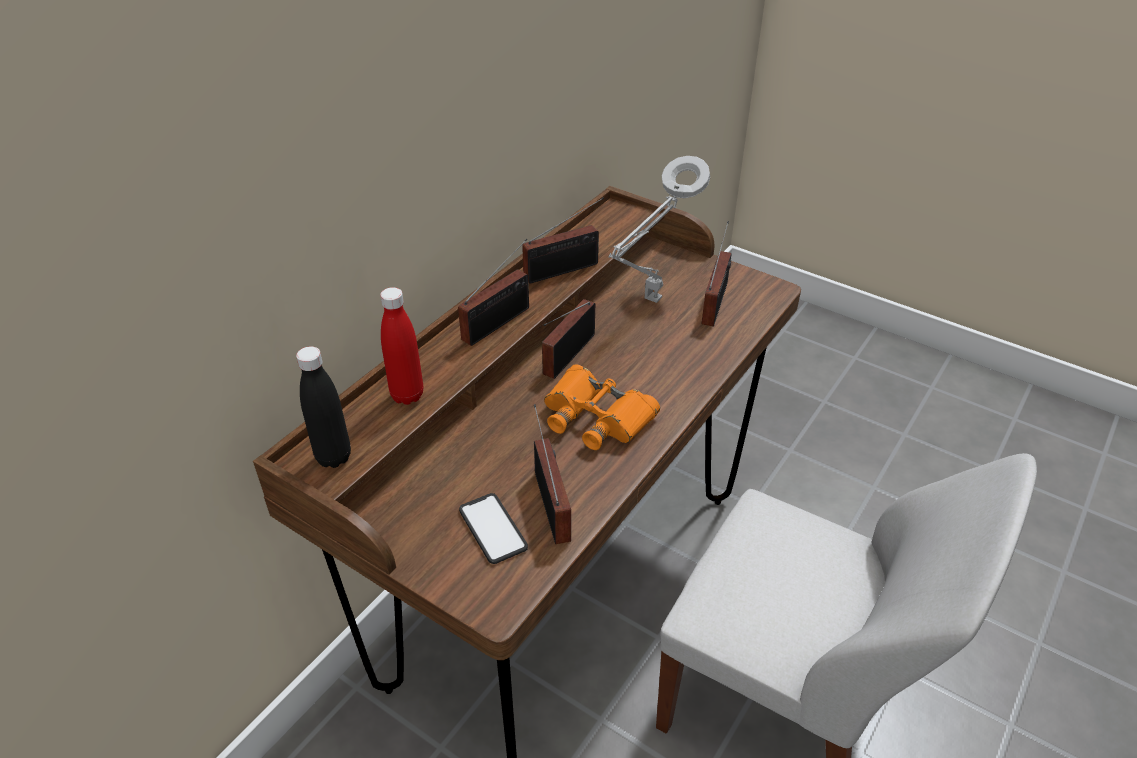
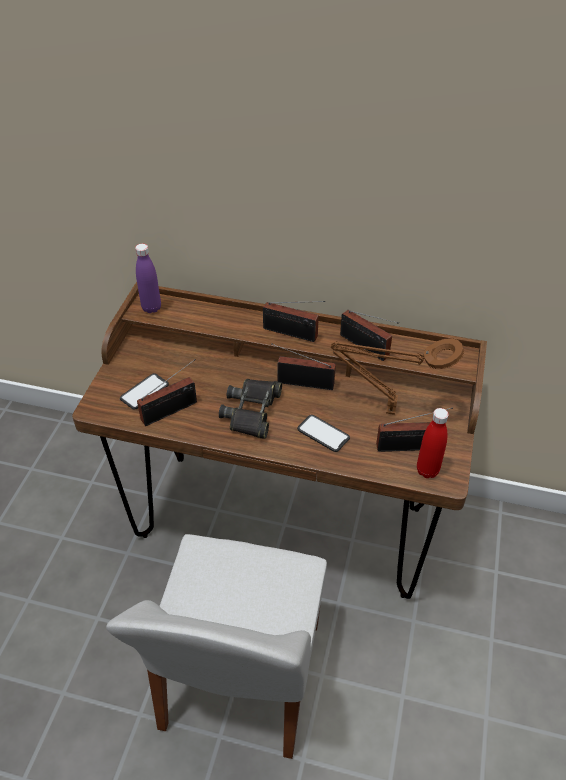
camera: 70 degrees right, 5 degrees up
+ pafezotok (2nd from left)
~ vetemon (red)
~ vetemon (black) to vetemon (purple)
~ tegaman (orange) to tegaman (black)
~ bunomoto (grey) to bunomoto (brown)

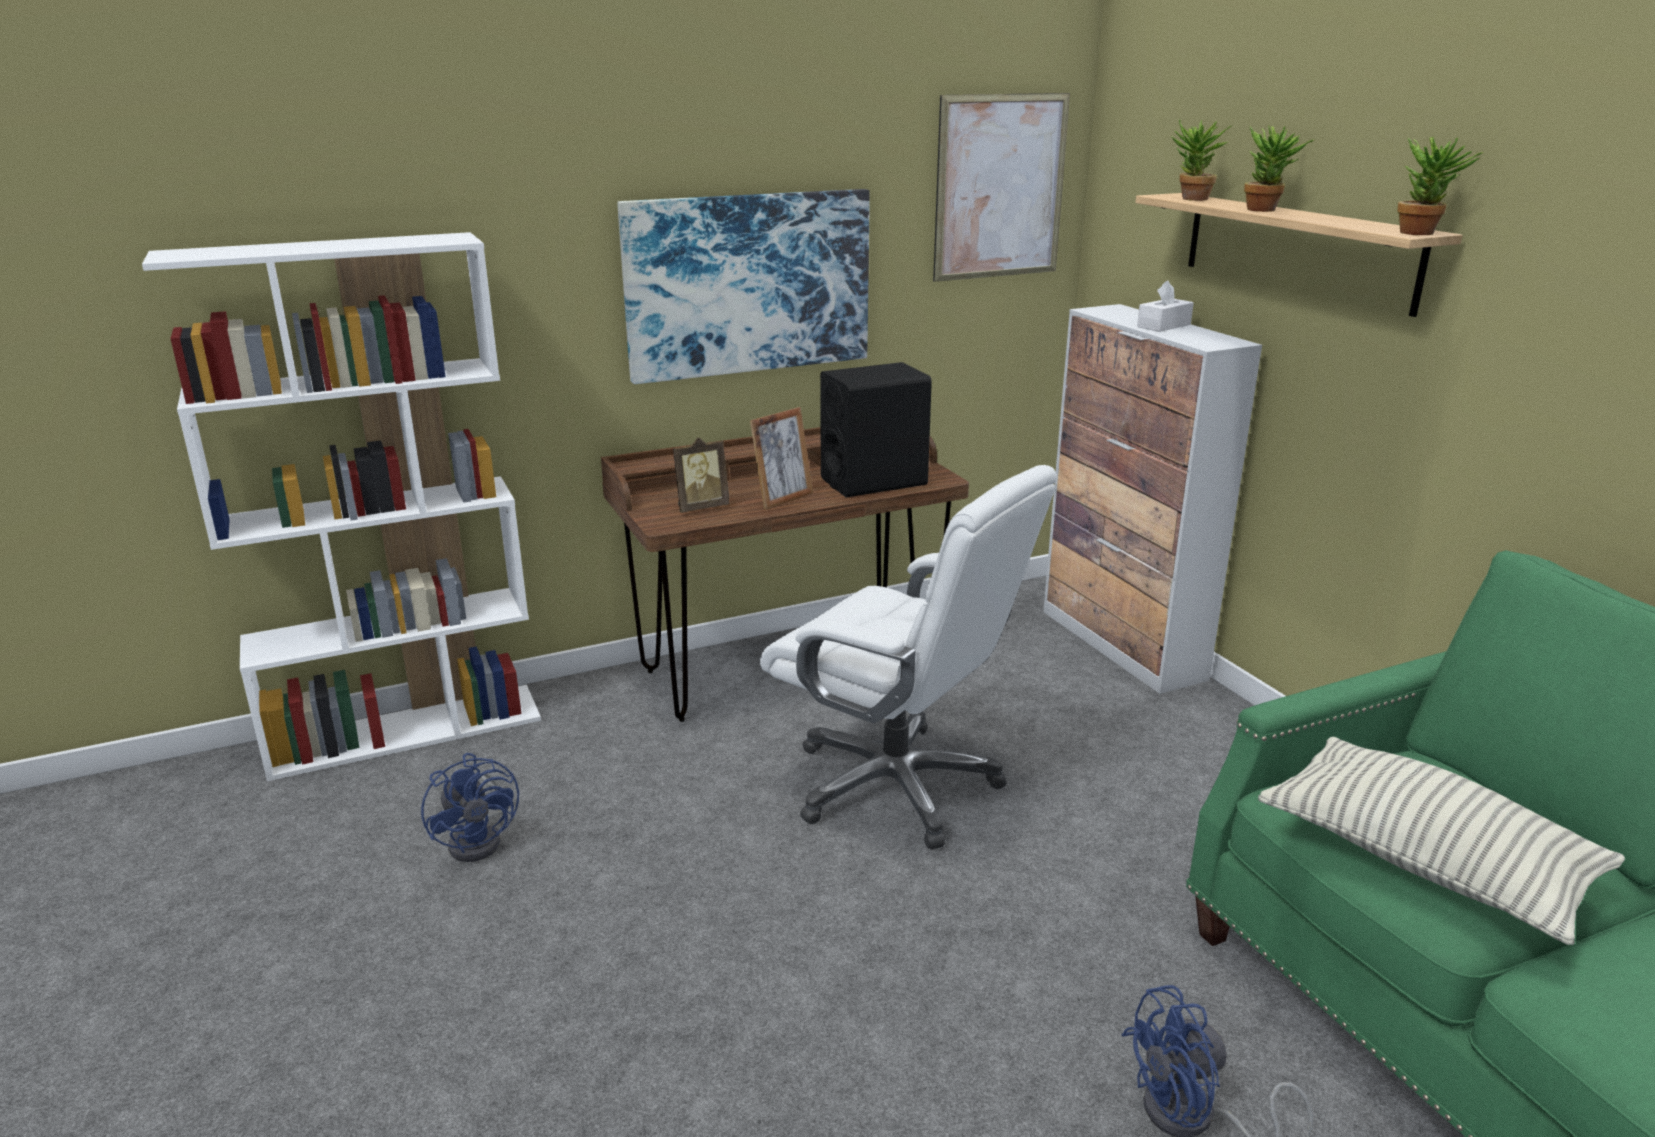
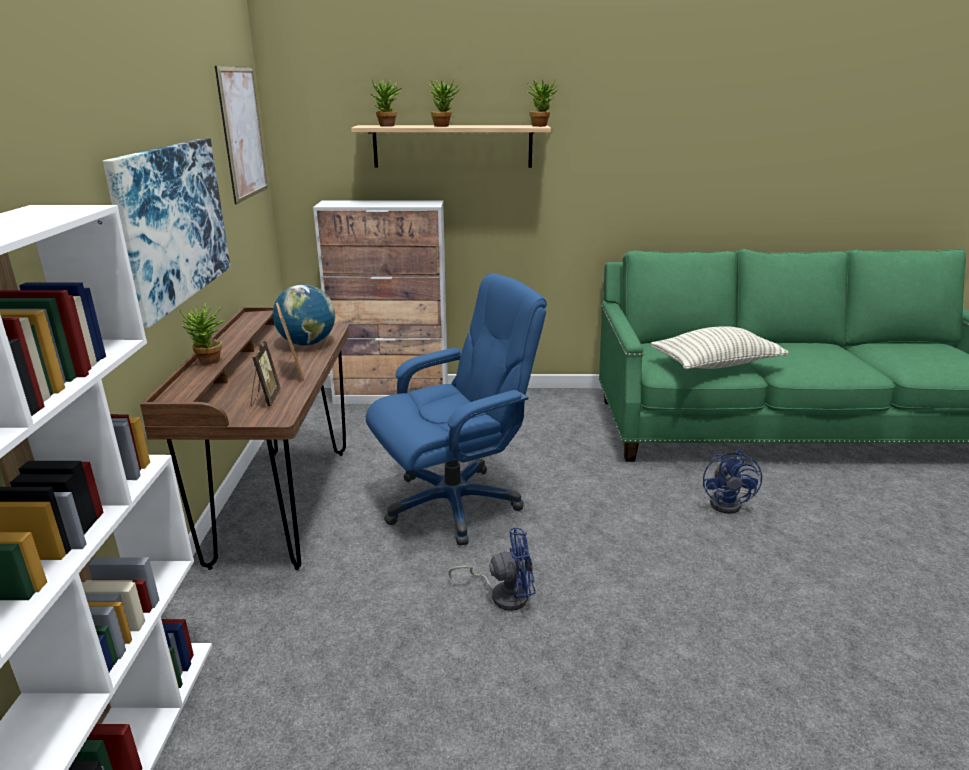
camera: 65 degrees left, 0 degrees up
- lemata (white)
+ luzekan (1st from left)
~ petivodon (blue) (1st from left)
~ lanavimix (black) to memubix
~ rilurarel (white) to rilurarel (blue)

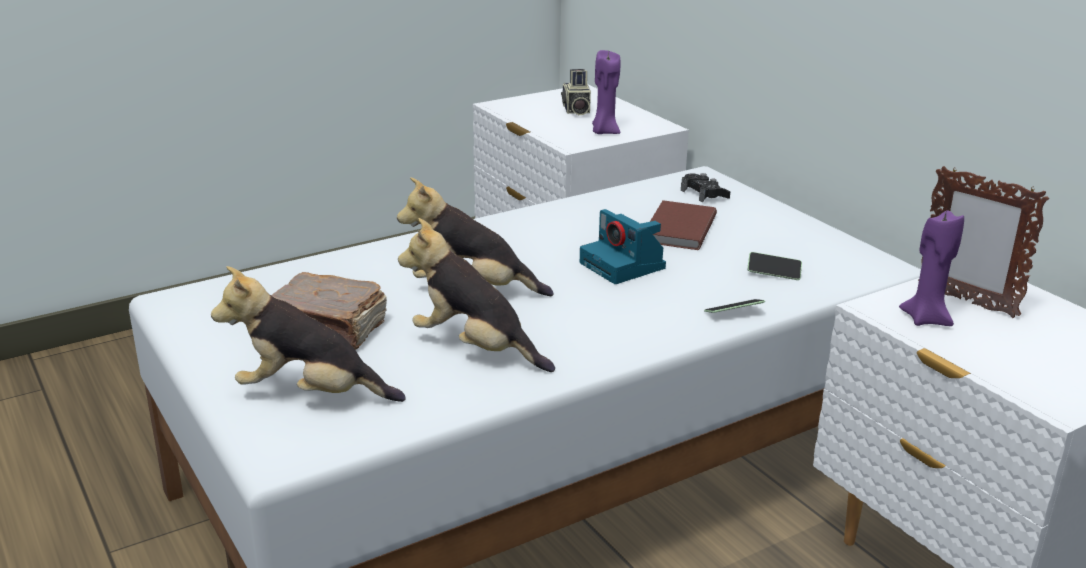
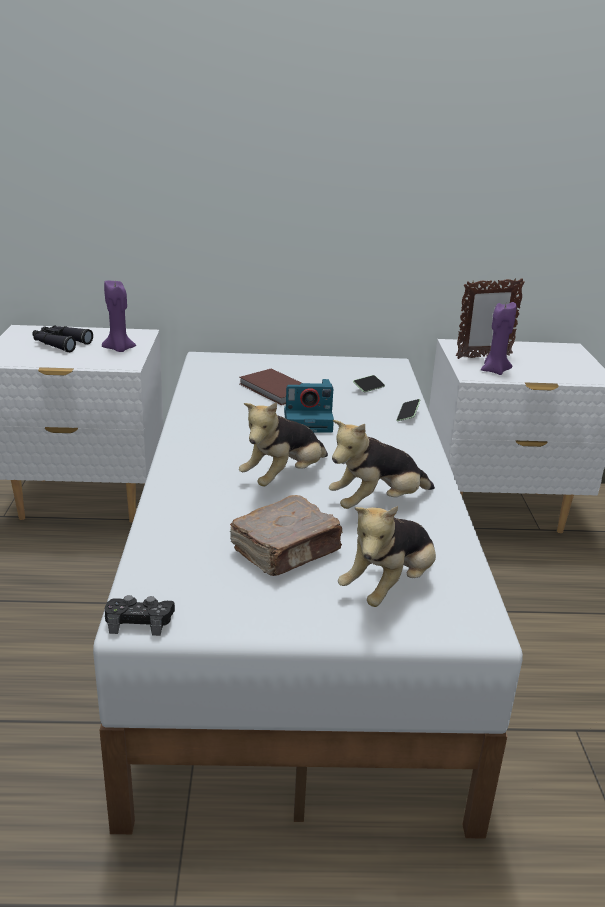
camera: 60 degrees left, 0 degrees up
~ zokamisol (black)
~ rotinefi (1st from left) to tegaman (black)

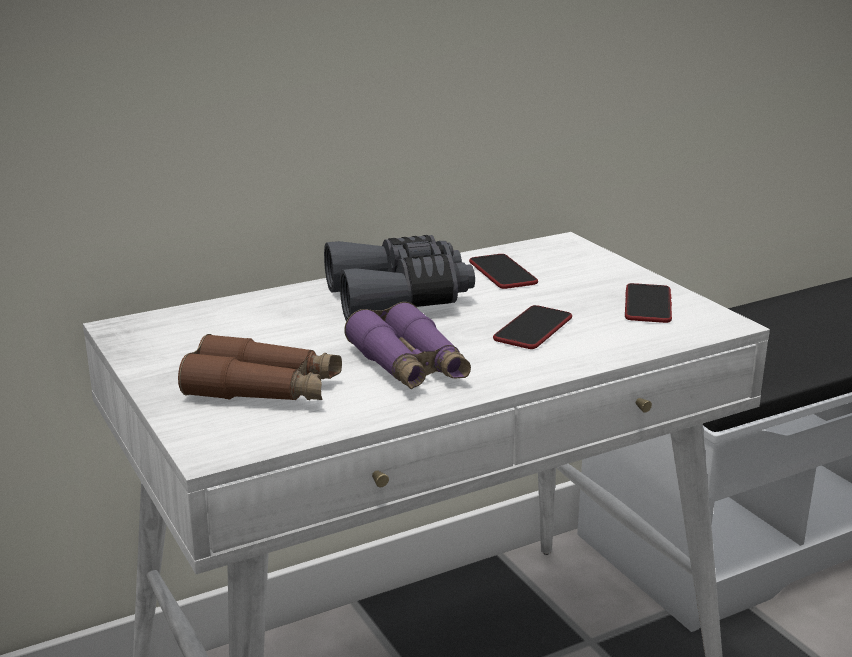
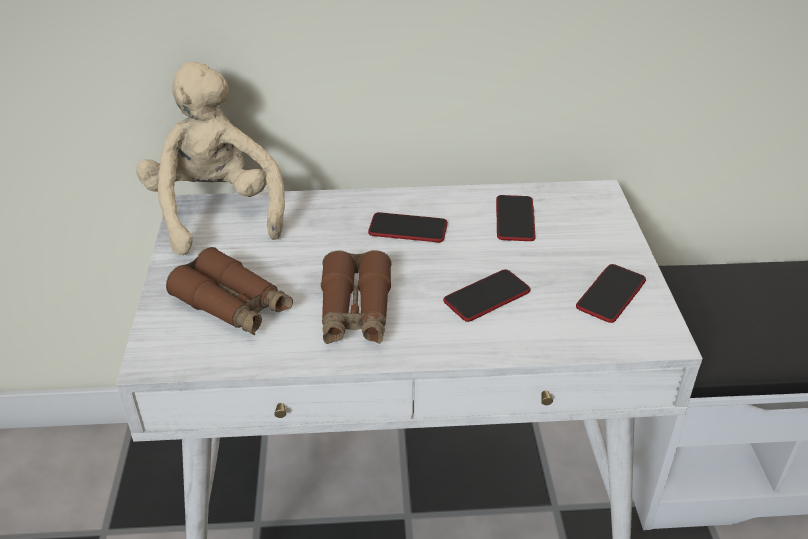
camera: 25 degrees right, 15 degrees up
+ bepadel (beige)
~ tegaman (grey) to pafezotok (1st from left)
~ tegaman (purple) to tegaman (brown) (2nd from left)

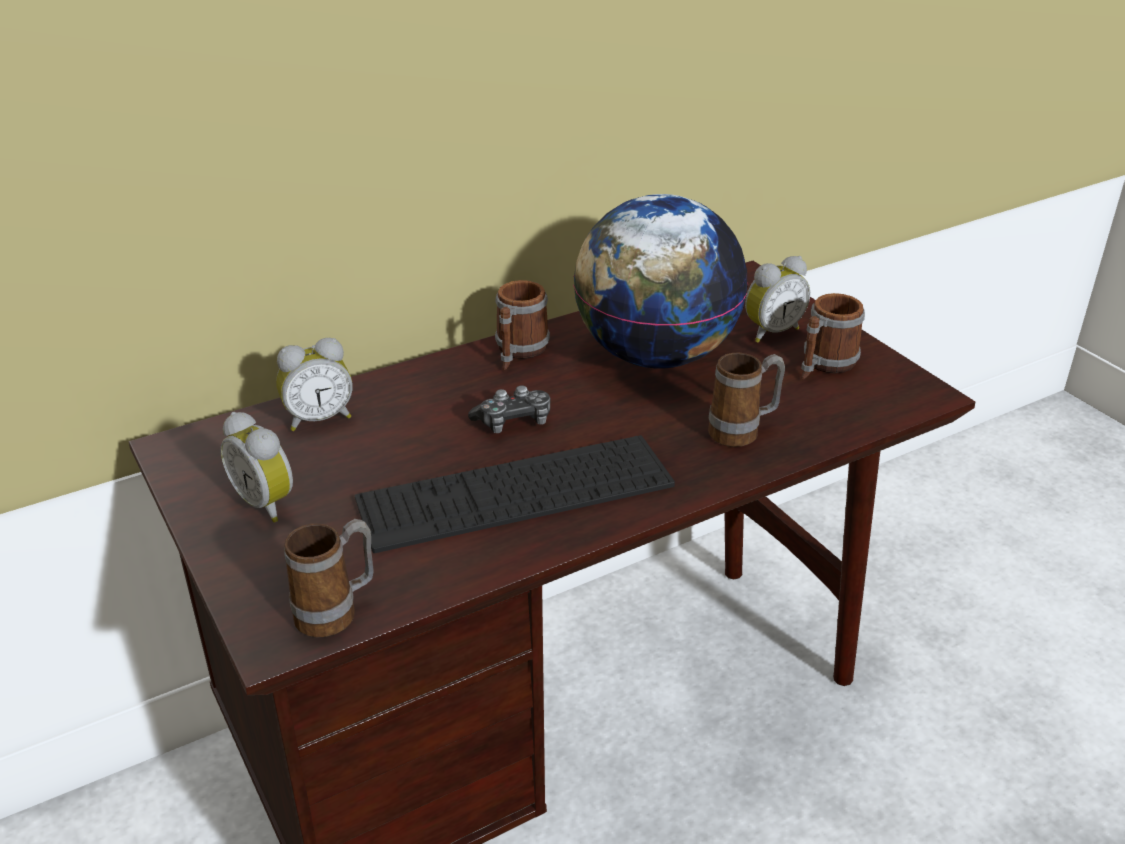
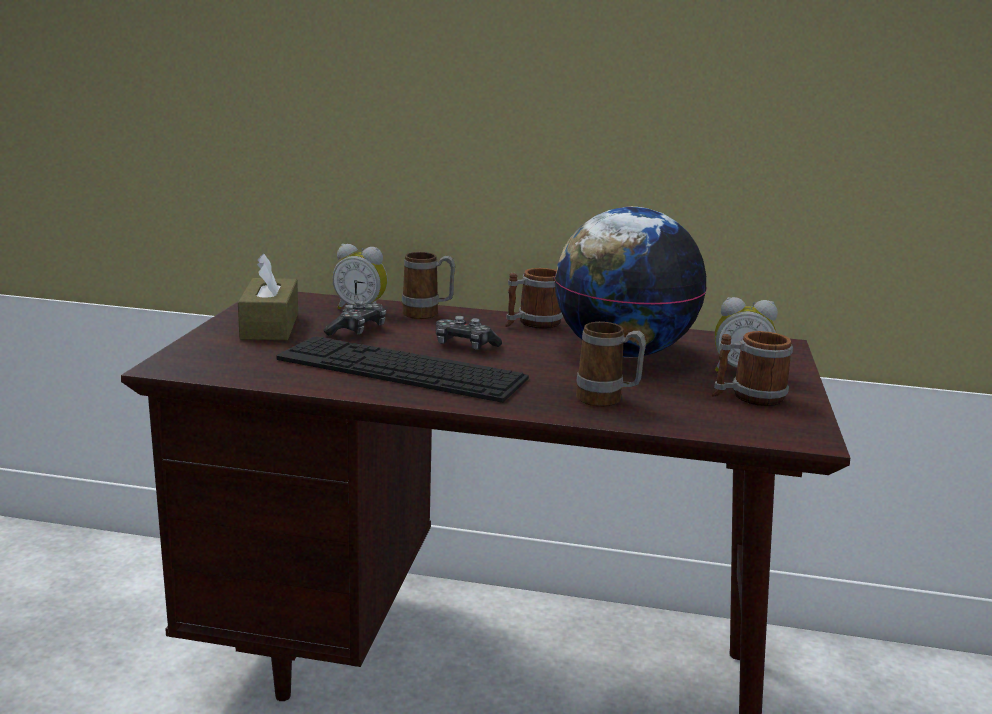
camera: 40 degrees right, 15 degrees down
+ zokamisol (1st from left)
~ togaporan (1st from left)
~ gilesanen (1st from left) to lemata (brown)

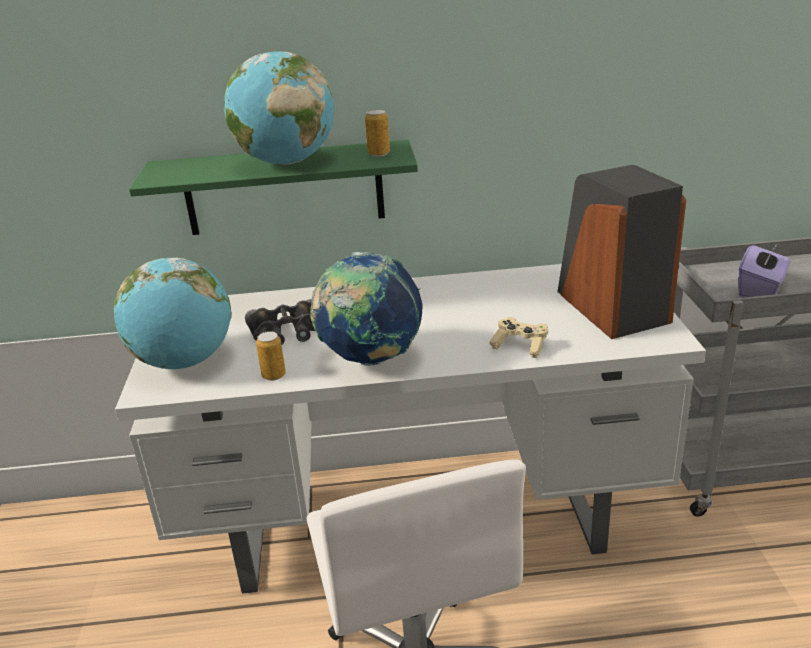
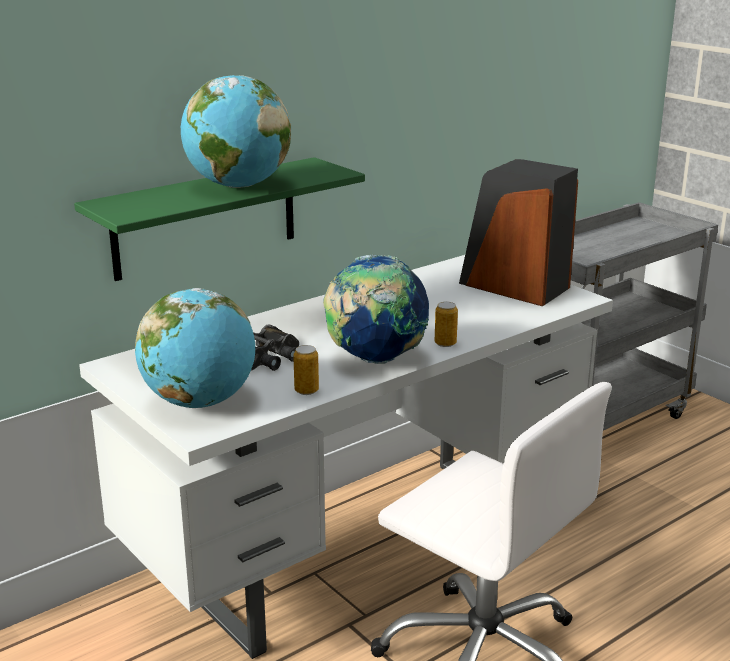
camera: 35 degrees left, 5 degrees down
- zokamisol (beige)
- lemata (purple)
~ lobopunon (2nd from left)

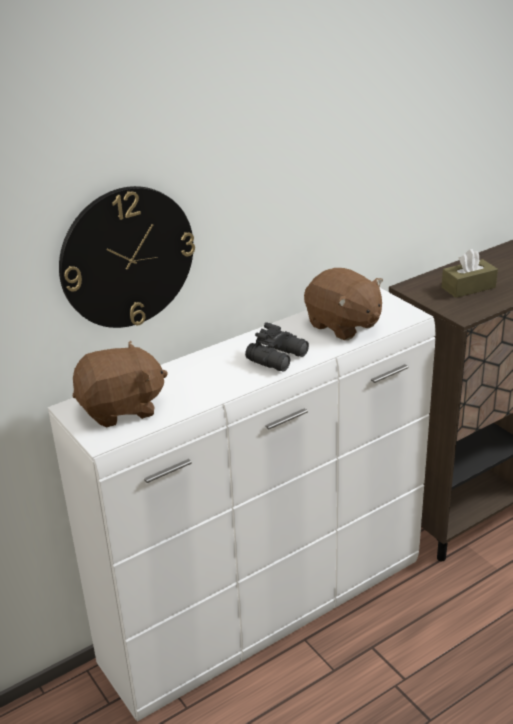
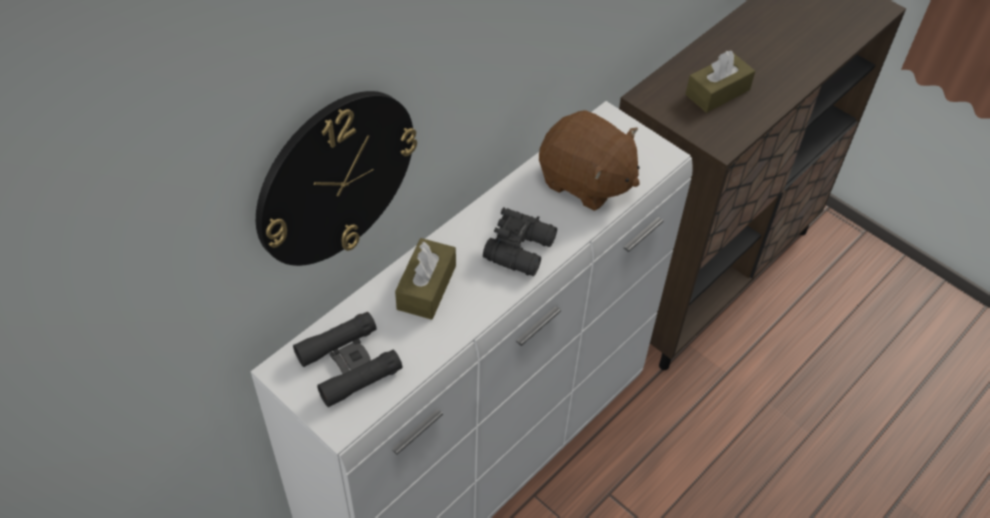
camera: 15 degrees left, 20 degrees up
+ lemata (brown) (1st from left)
~ bepadel (brown) (1st from left) to tegaman (black) (1st from left)

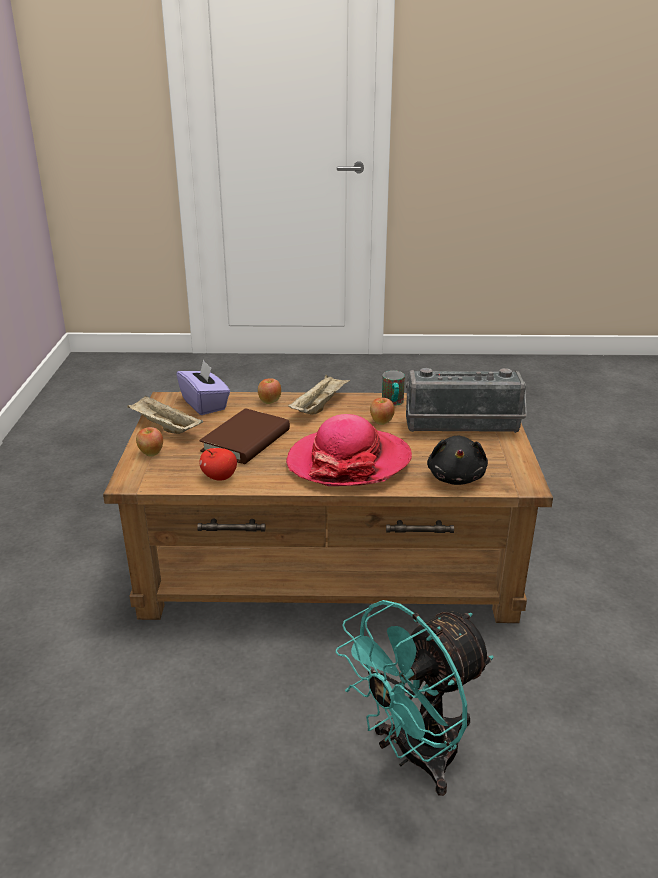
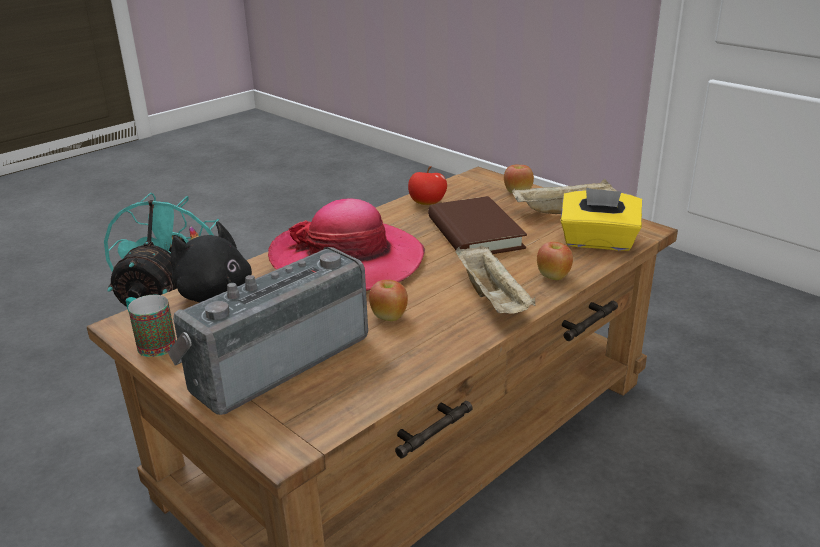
camera: 135 degrees right, 0 degrees up
~ togaporan
~ lemata (purple) to lemata (yellow)

